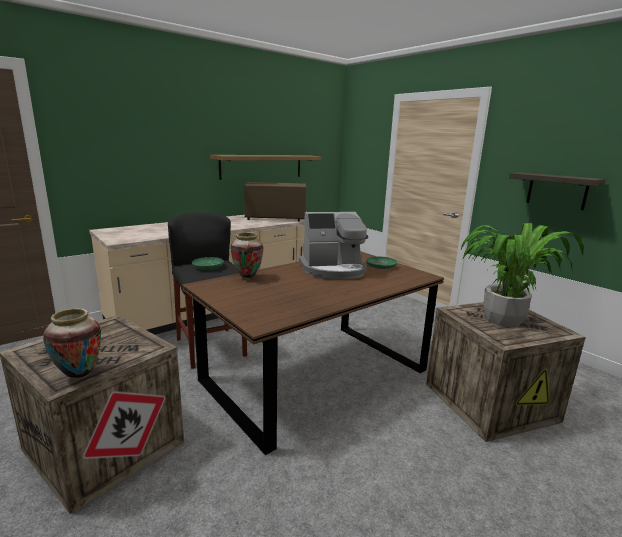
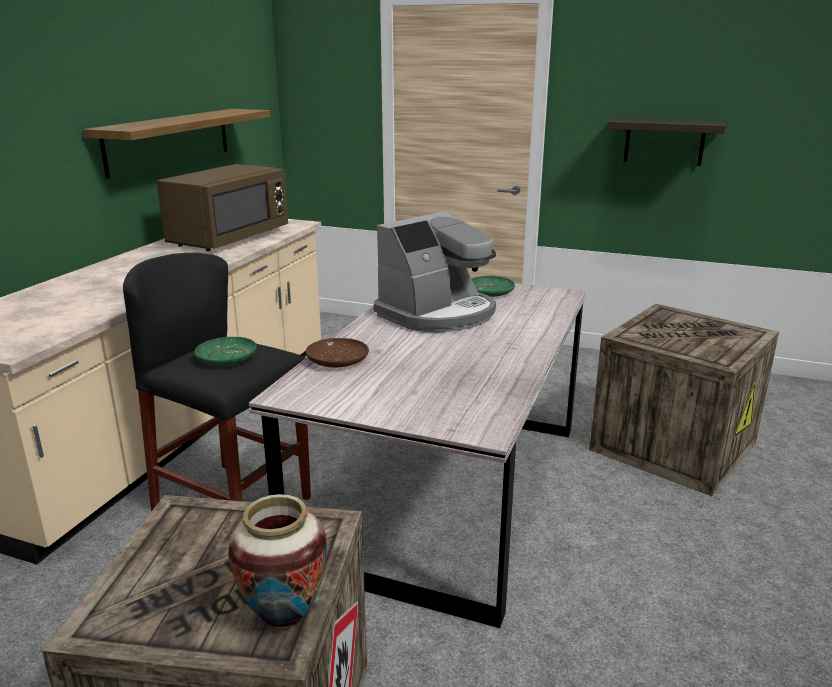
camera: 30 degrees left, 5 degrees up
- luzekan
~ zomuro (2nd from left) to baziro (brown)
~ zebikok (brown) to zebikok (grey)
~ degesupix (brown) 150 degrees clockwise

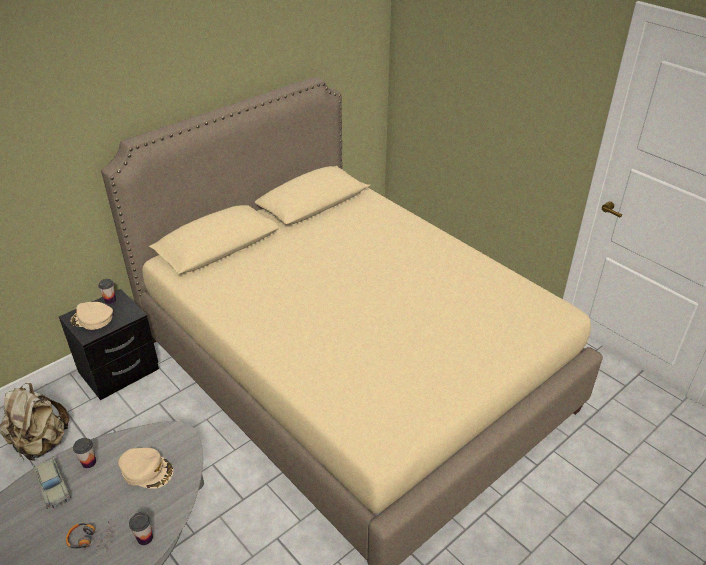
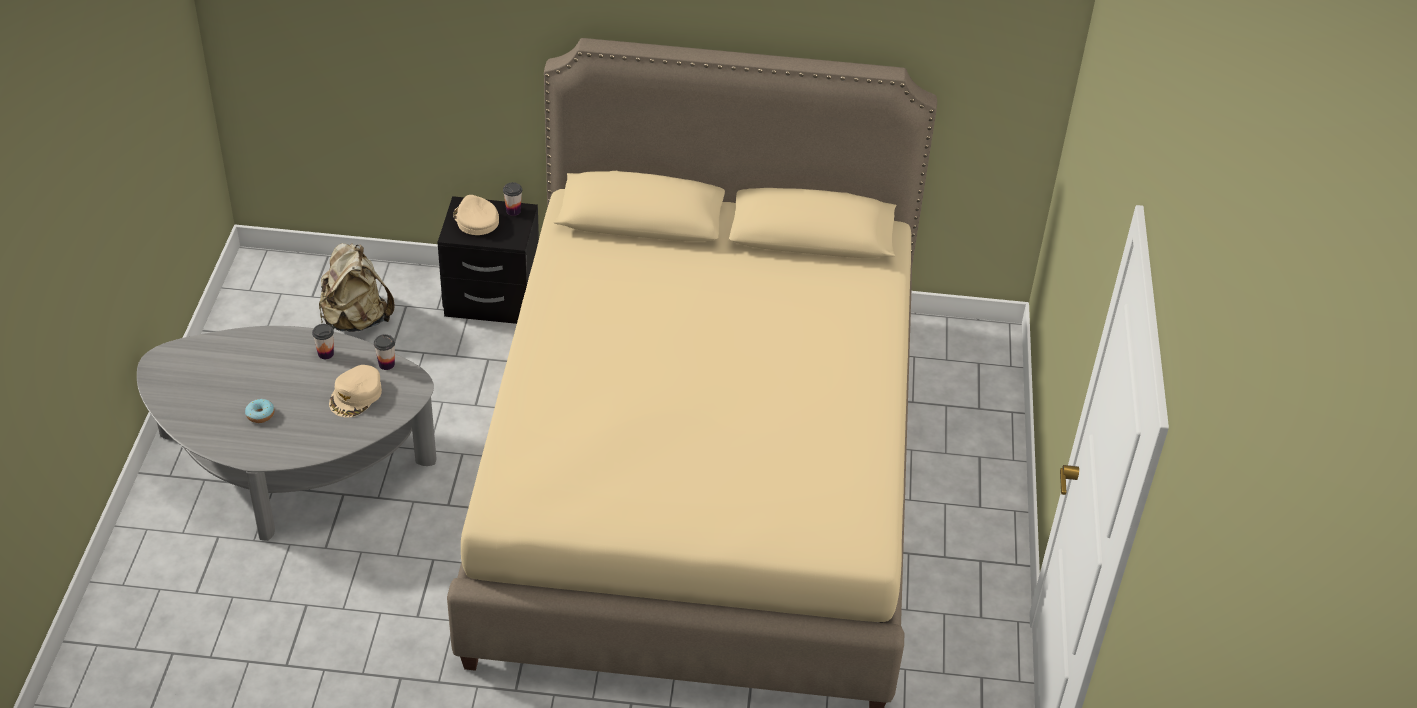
camera: 45 degrees right, 5 degrees up
- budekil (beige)
~ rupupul (3rd from left in the first image) to rupupul (2nd from left)
~ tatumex to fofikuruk
~ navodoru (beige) (2nd from left in the first image) 45 degrees clockwise

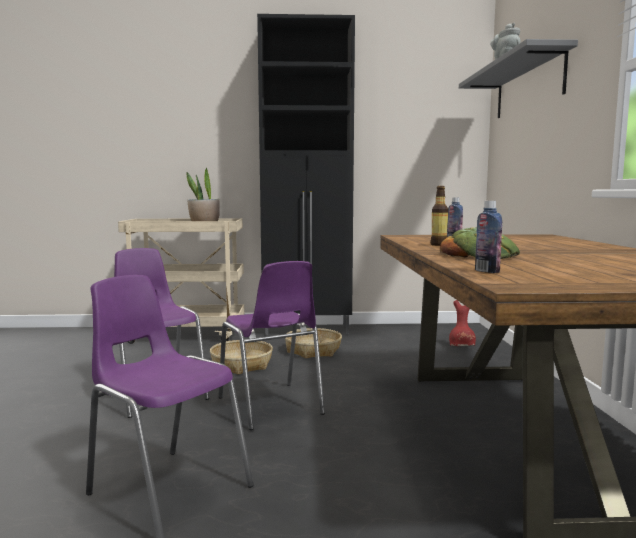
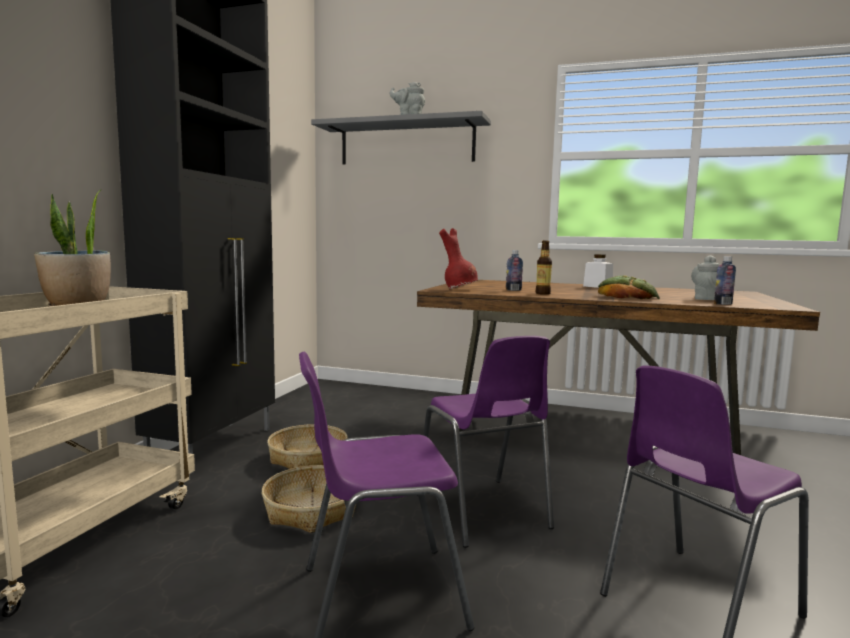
camera: 70 degrees left, 0 degrees up
+ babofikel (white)
+ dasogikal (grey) (2nd from left)
~ zomuro (red)
~ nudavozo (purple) (3rd from left in the first image) 75 degrees clockwise

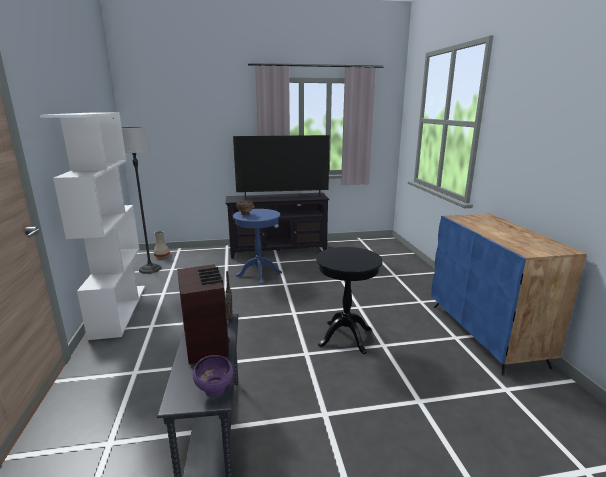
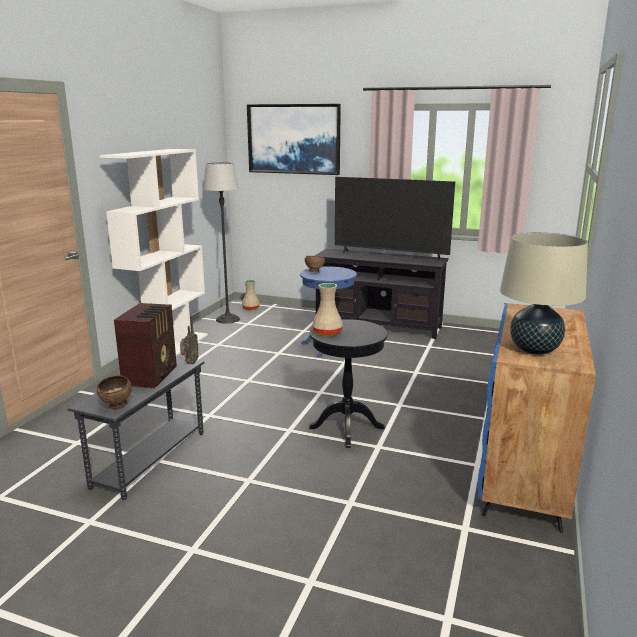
camera: 30 degrees right, 0 degrees up
+ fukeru
+ zomuro (beige) (2nd from left)
+ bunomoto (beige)
~ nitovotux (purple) to nitovotux (brown) (1st from left)

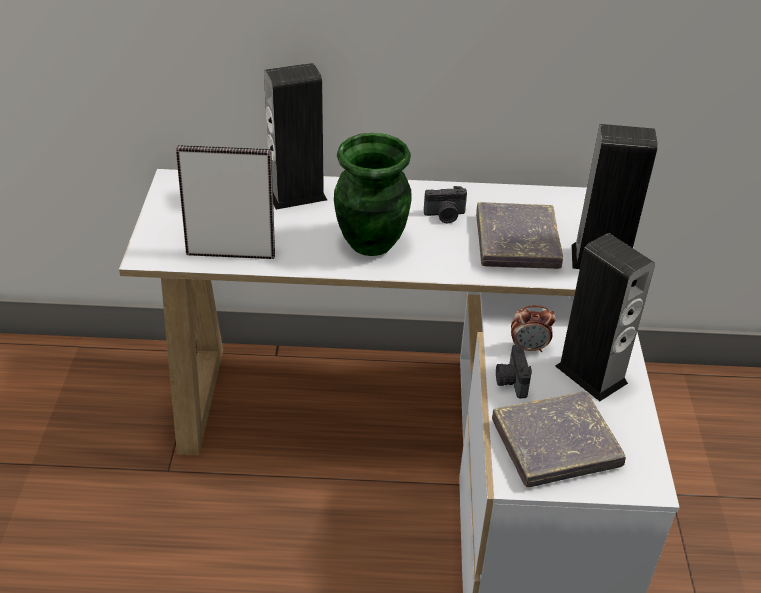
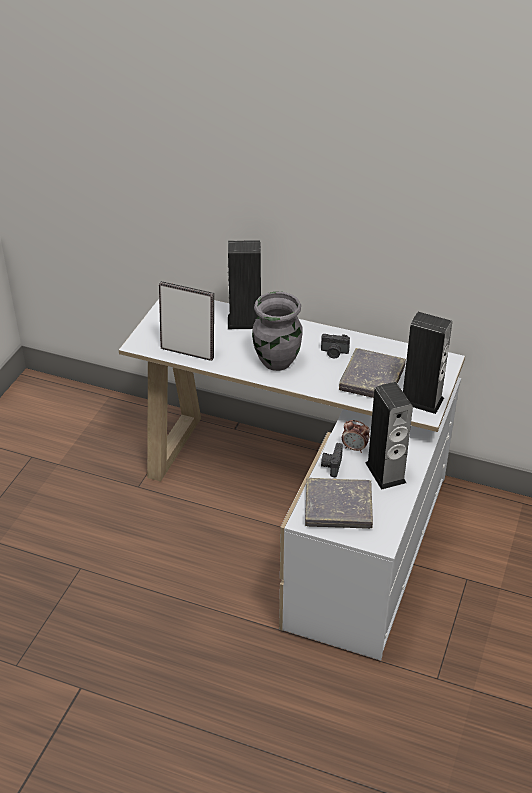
camera: 20 degrees right, 0 degrees up
~ zomuro (green) to zomuro (grey)

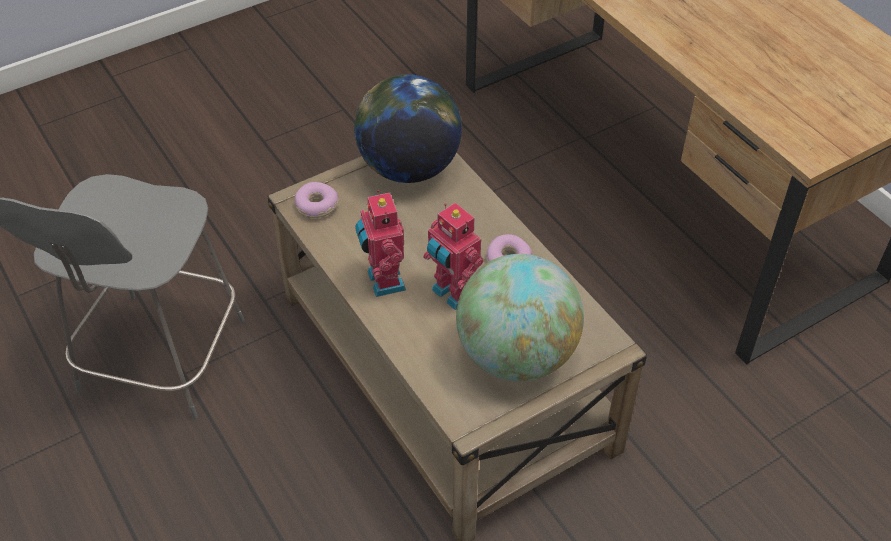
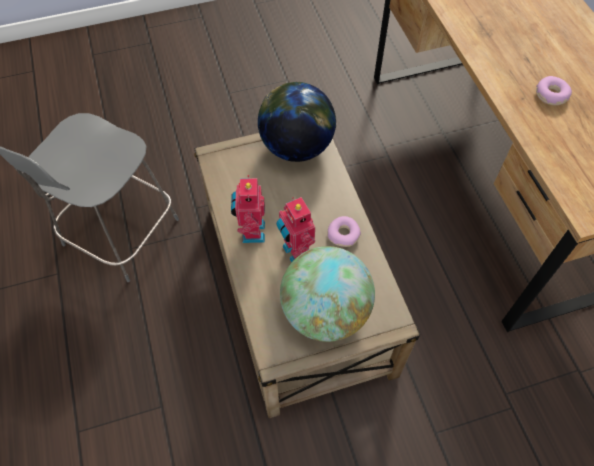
camera: 15 degrees right, 10 degrees up
~ fofikuruk (1st from left in the first image) to fofikuruk (2nd from left)

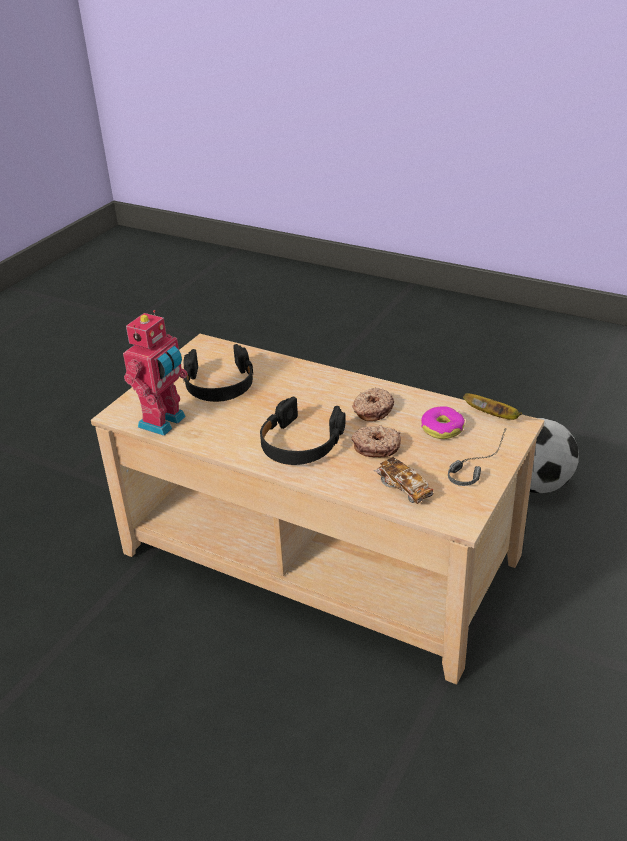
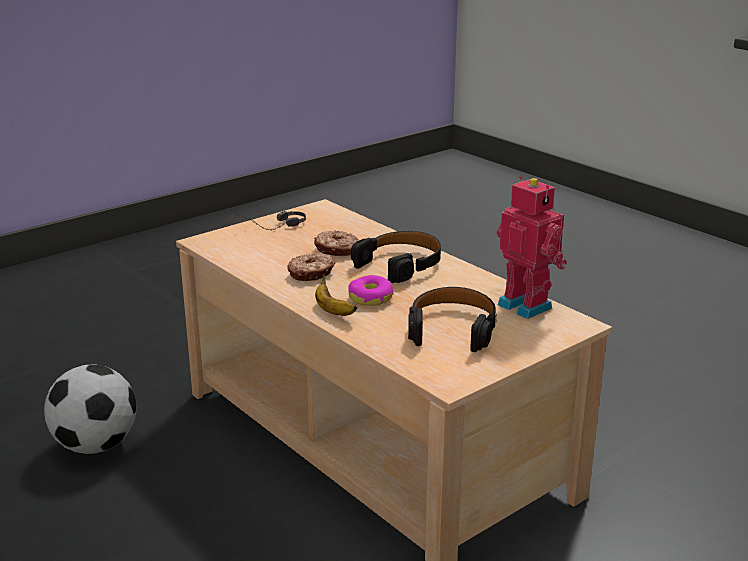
camera: 160 degrees left, 10 degrees down
- budekil
~ fofikuruk (3rd from left)
~ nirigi
~ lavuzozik 90 degrees clockwise

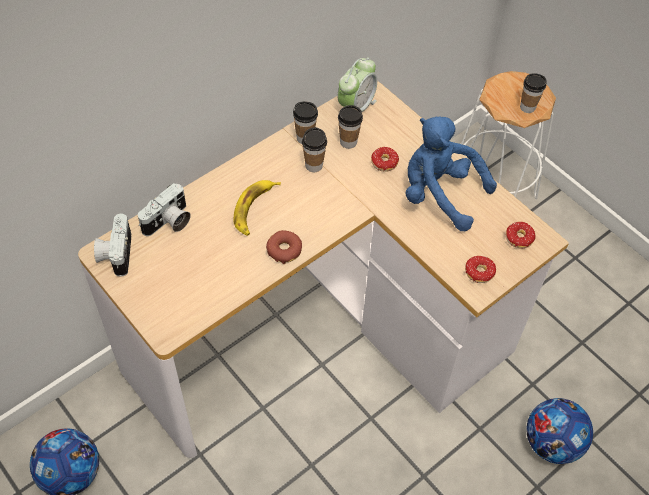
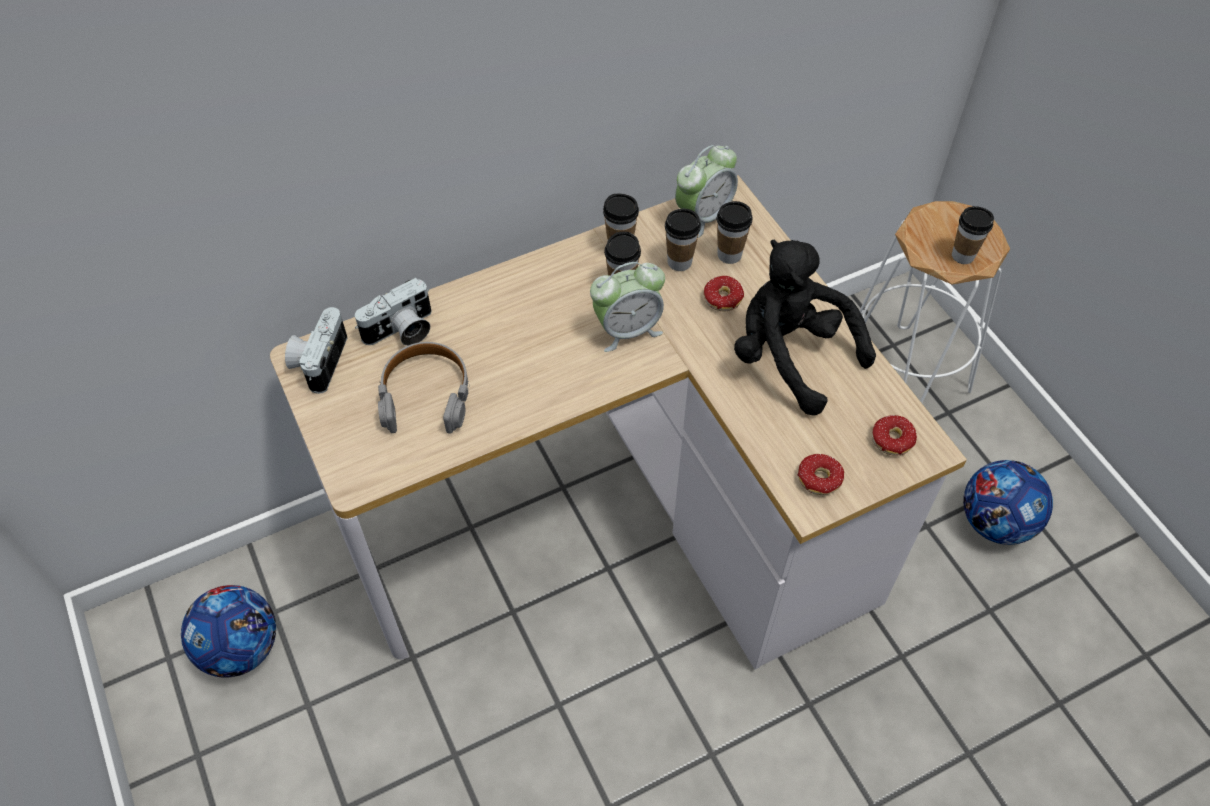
camera: 15 degrees right, 0 degrees up
- nirigi
- fofikuruk (1st from left)
+ tatumex (grey)
+ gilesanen (1st from left)
+ rupupul (4th from left)
~ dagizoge (2nd from left)
~ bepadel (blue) to bepadel (black)

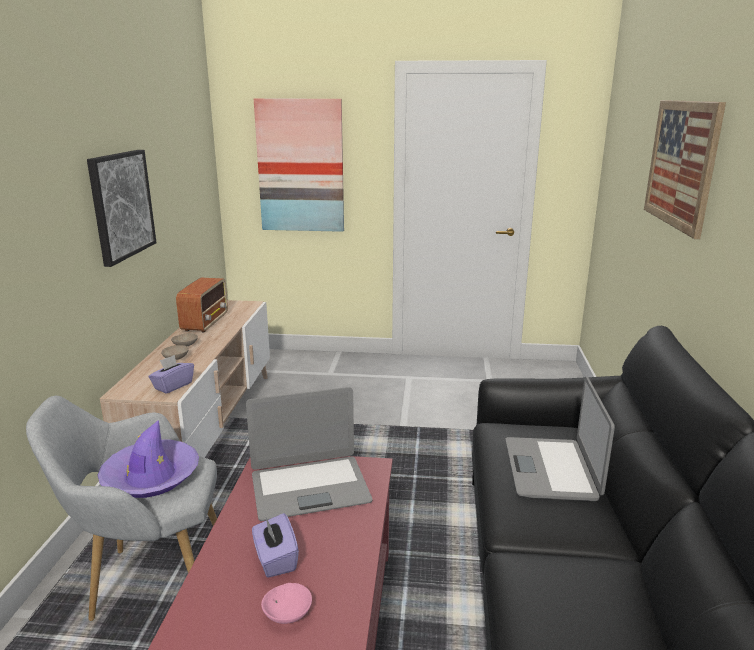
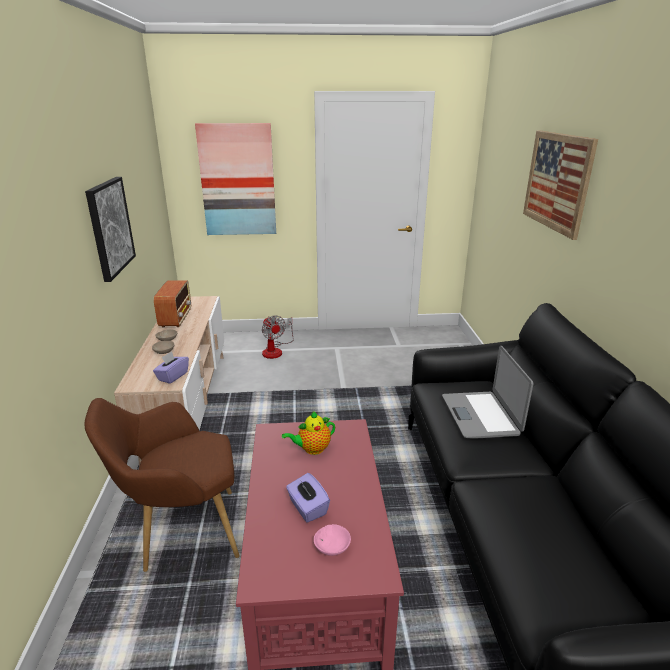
camera: 10 degrees left, 5 degrees up
- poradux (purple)
+ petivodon
~ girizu (1st from left) to dasogikal
~ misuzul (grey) to misuzul (brown)

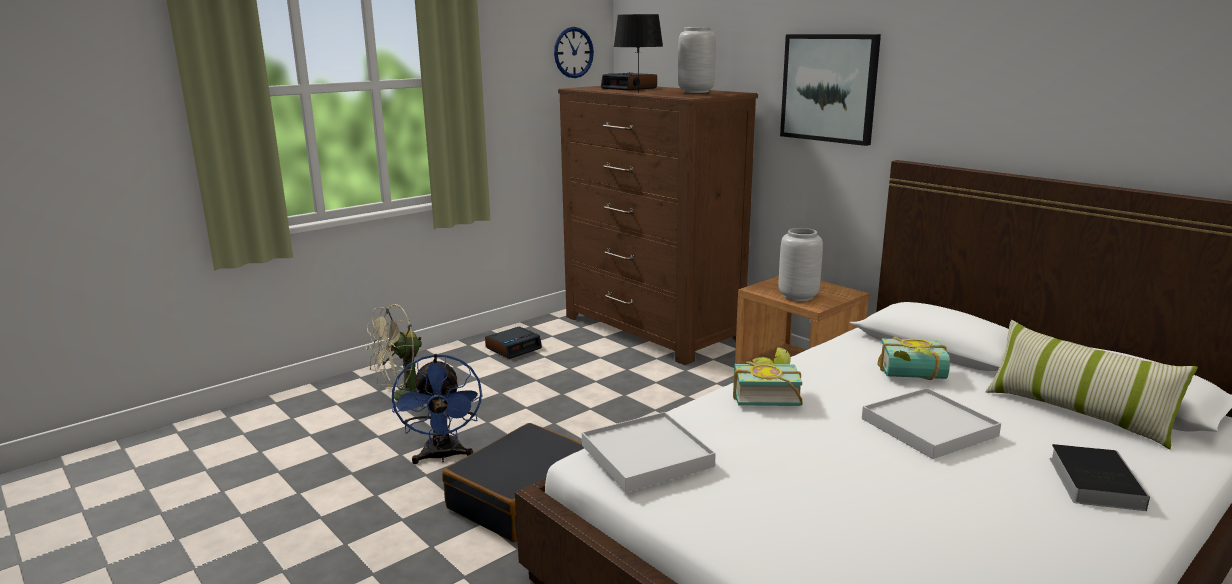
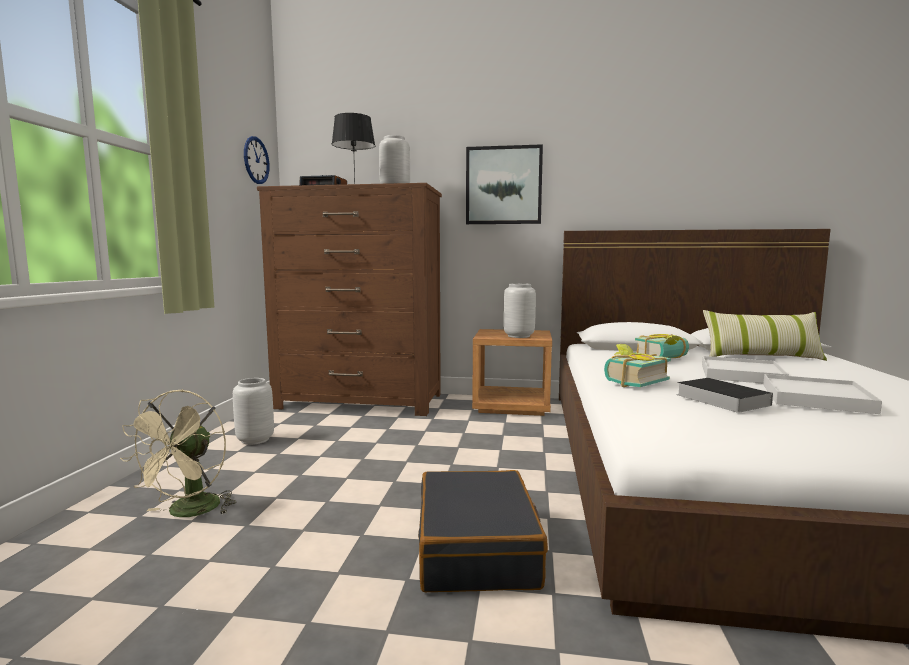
camera: 40 degrees left, 10 degrees down
- petivodon (blue)
~ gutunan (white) (1st from left in the first image) to gutunan (white) (2nd from left)
~ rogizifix (3rd from left)
~ gilesanen (1st from left) to zomuro (grey) (1st from left)

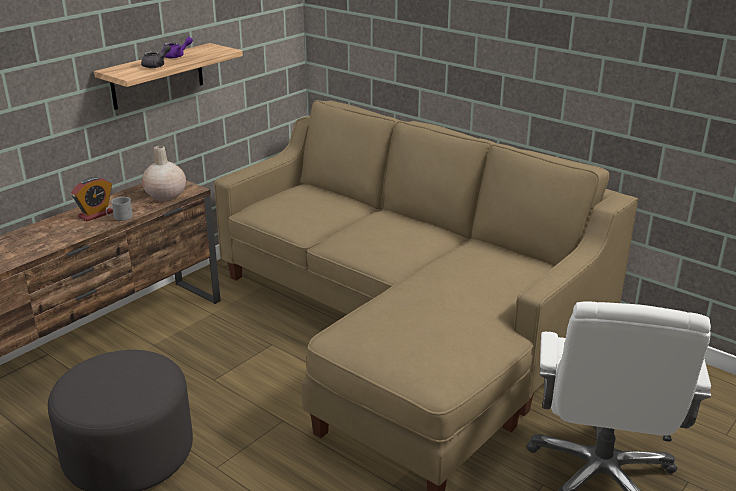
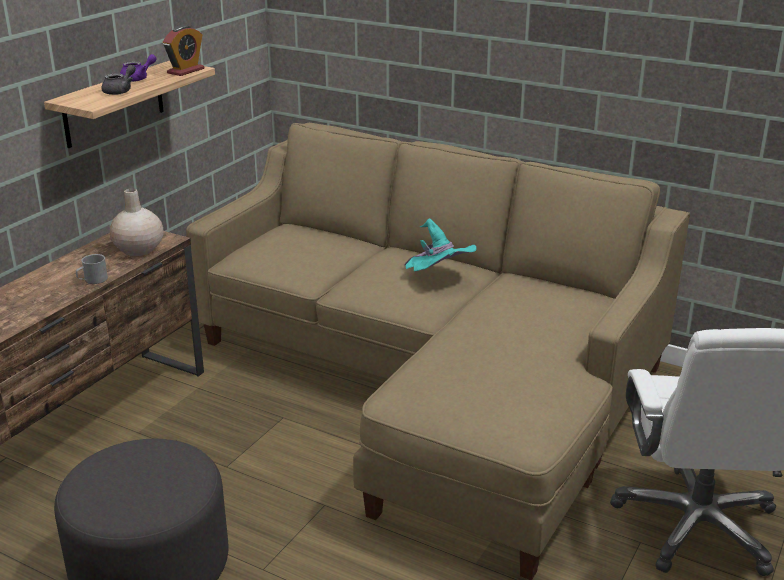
camera: 10 degrees left, 0 degrees up
+ poradux (turquoise)
~ gilesanen

